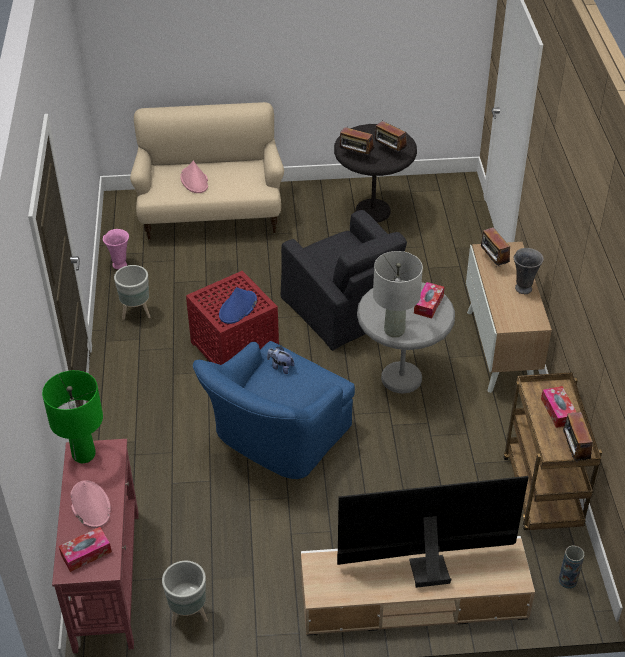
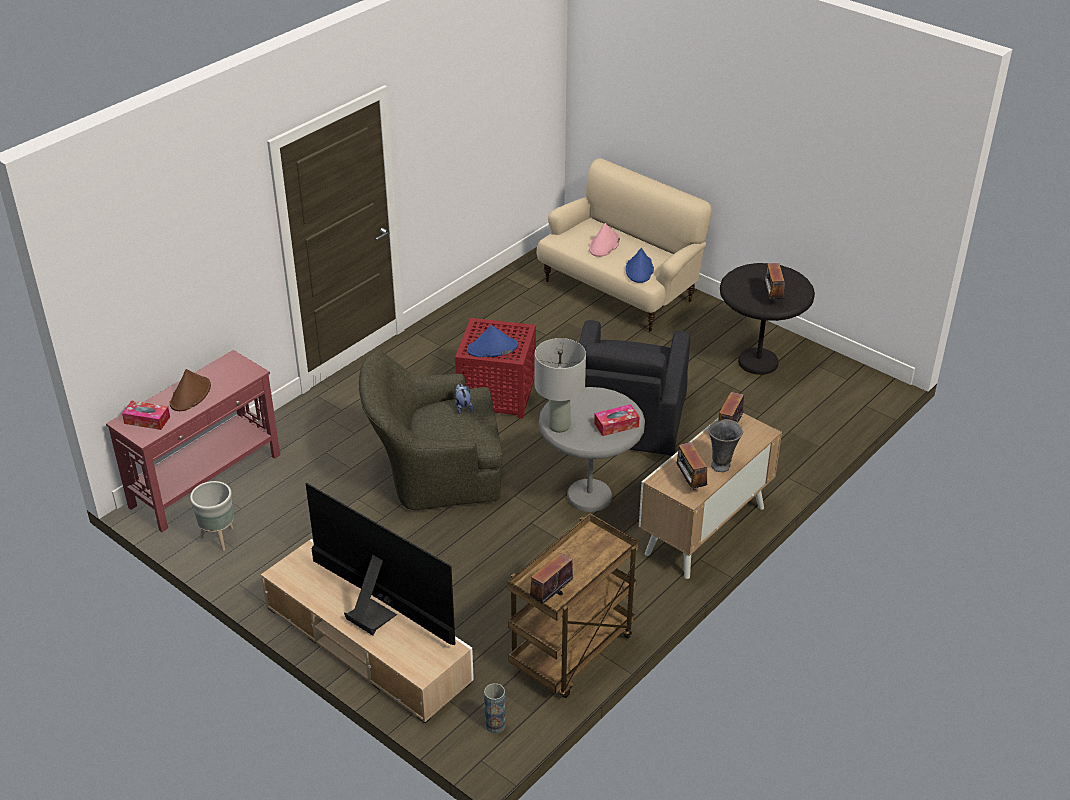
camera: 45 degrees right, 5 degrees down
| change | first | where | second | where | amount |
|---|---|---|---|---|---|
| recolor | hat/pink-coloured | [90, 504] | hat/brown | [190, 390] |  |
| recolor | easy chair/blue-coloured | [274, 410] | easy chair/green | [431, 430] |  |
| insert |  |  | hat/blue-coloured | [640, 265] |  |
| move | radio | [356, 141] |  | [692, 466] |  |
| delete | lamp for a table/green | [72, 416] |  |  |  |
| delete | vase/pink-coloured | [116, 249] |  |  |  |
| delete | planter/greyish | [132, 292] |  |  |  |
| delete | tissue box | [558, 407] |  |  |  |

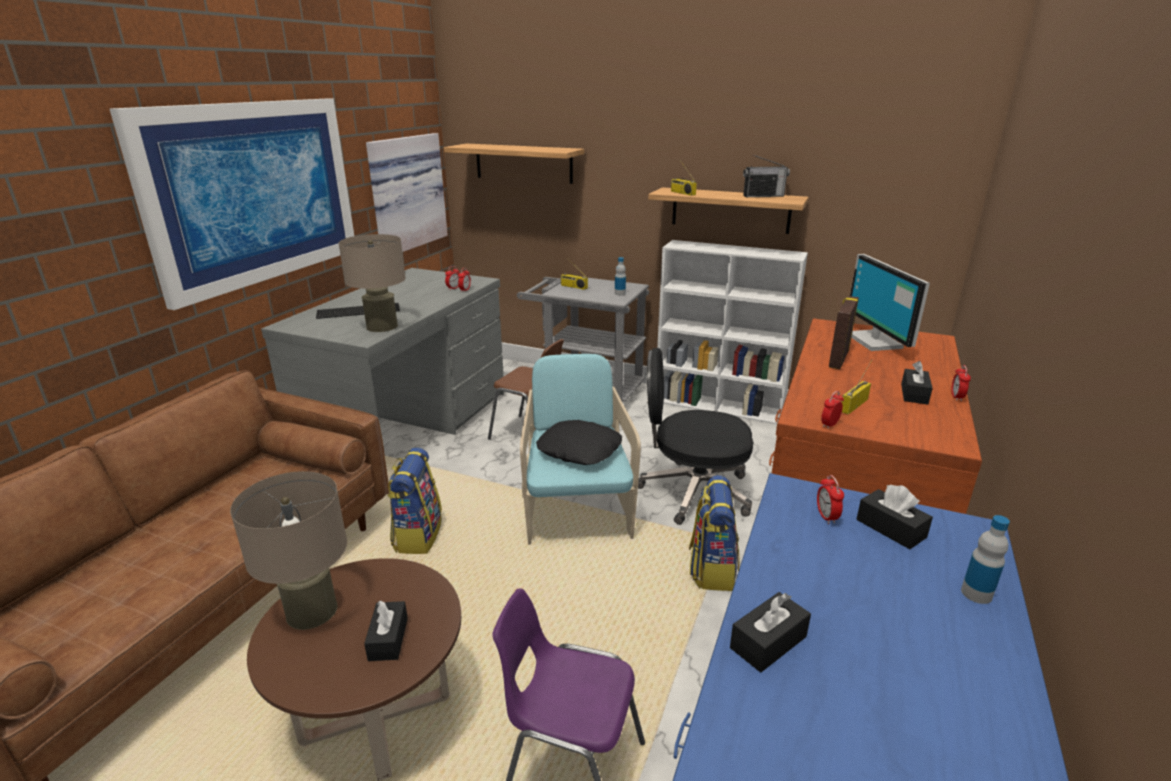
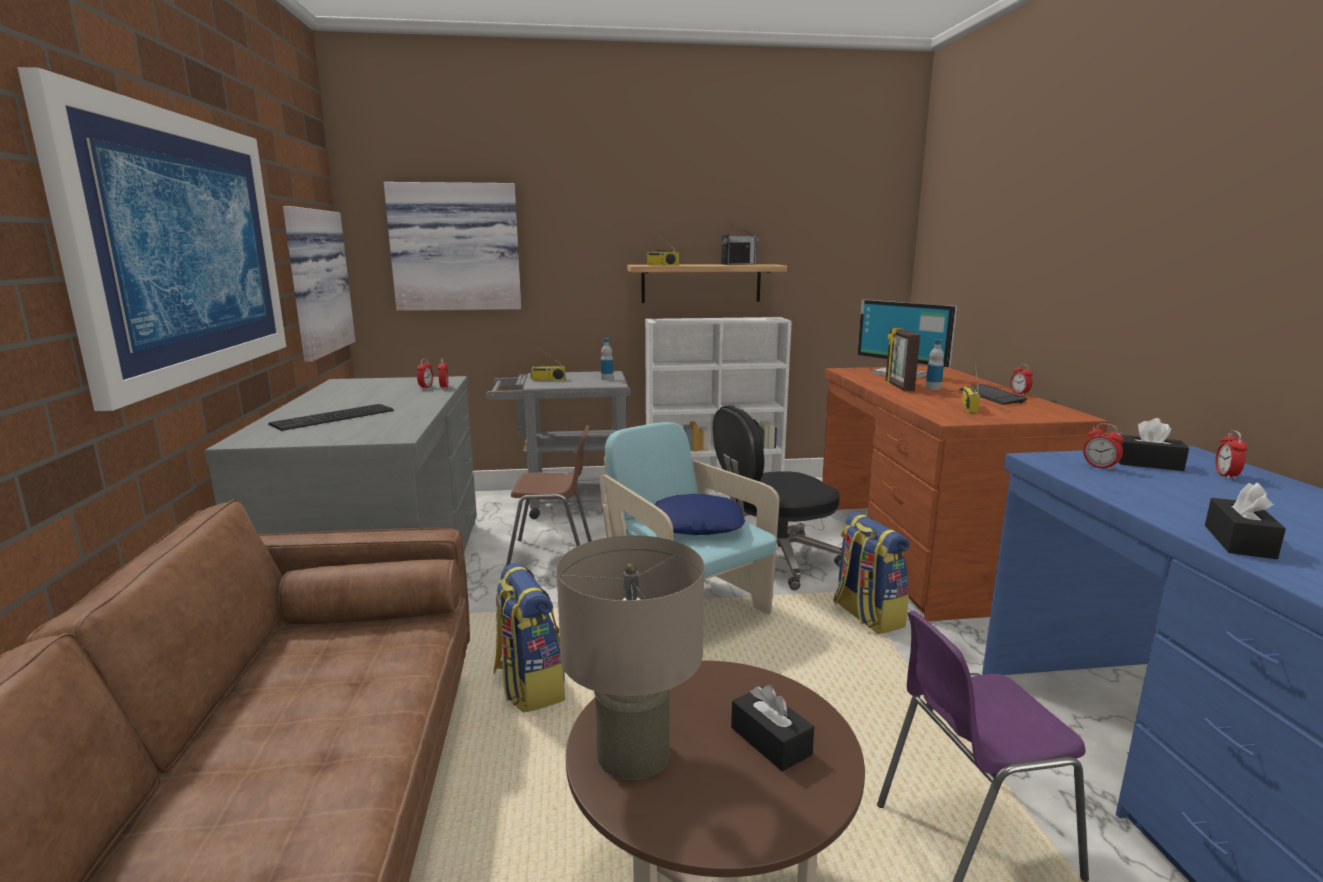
camera: 30 degrees left, 10 degrees down
| change | first | where | second | where | amount |
|---|---|---|---|---|---|
| replace | bracket shelf | [514, 164] | picture | [452, 246] |  |
| recolor | throw pillow/blackish | [579, 442] | throw pillow/blue-coloured | [700, 514] |  |
| move | drink bottle | [985, 559] |  | [935, 364] |  |
| replace | tissue box/blackish | [917, 382] | computer keyboard | [993, 394] |  |
| move | alarm clock | [832, 410] |  | [1231, 455] |  |
| delete | lamp for a table/sand-coloured | [372, 283] |  |  |  |

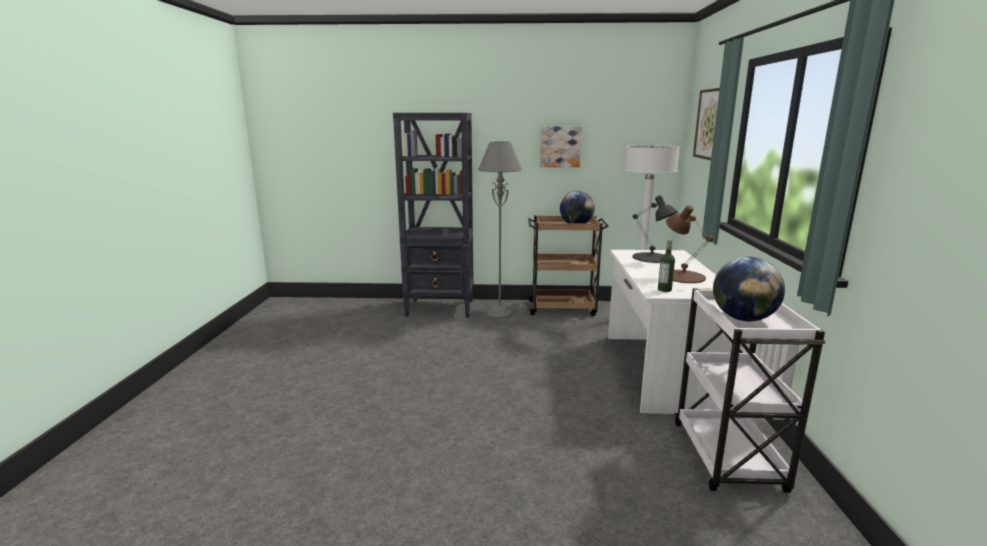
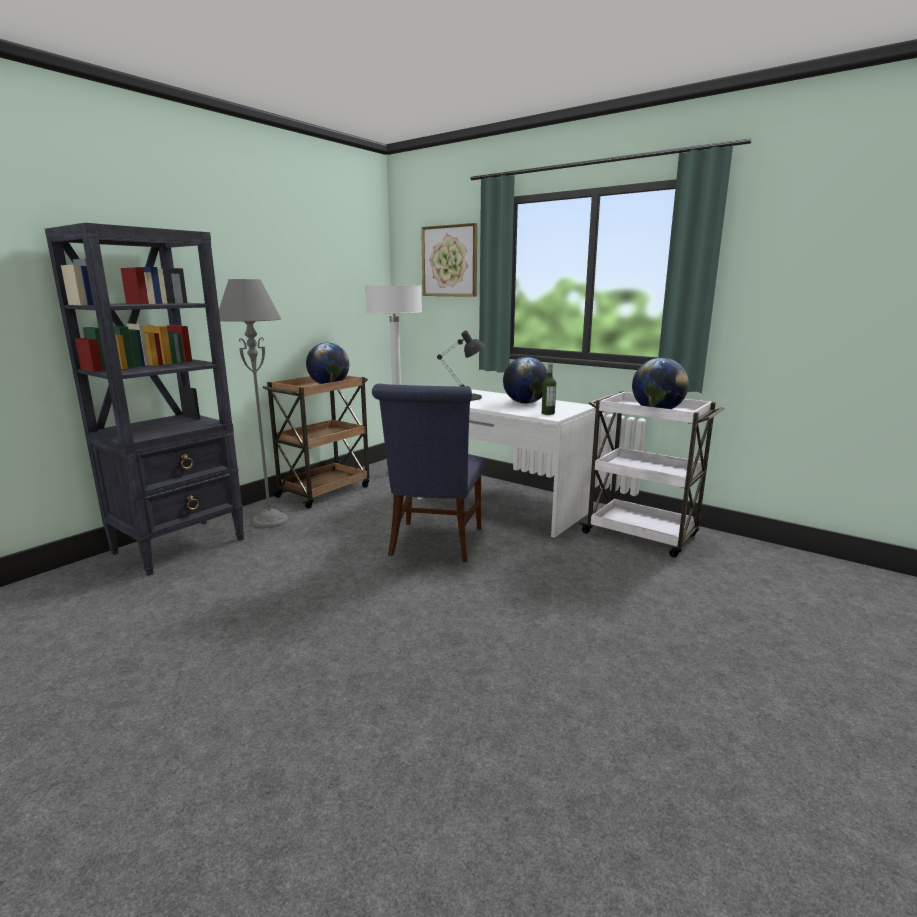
camera: 55 degrees left, 0 degrees up
| change | first | where | second | where | amount |
|---|---|---|---|---|---|
| insert |  |  | chair/blue-coloured | [428, 473] |  |
| replace | lamp for a table/brown | [689, 244] | globe | [525, 380] |  |
| delete | picture | [561, 146] |  |  |  |

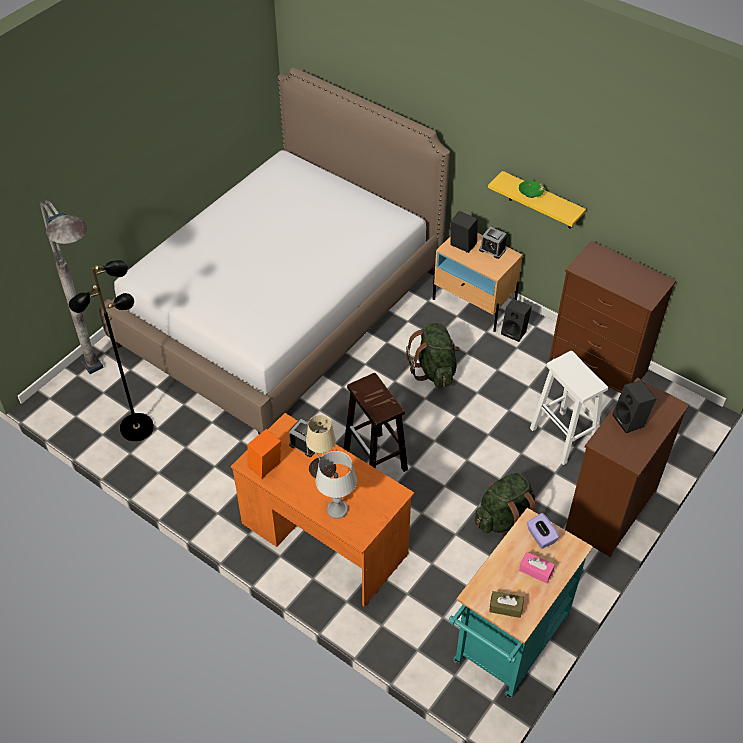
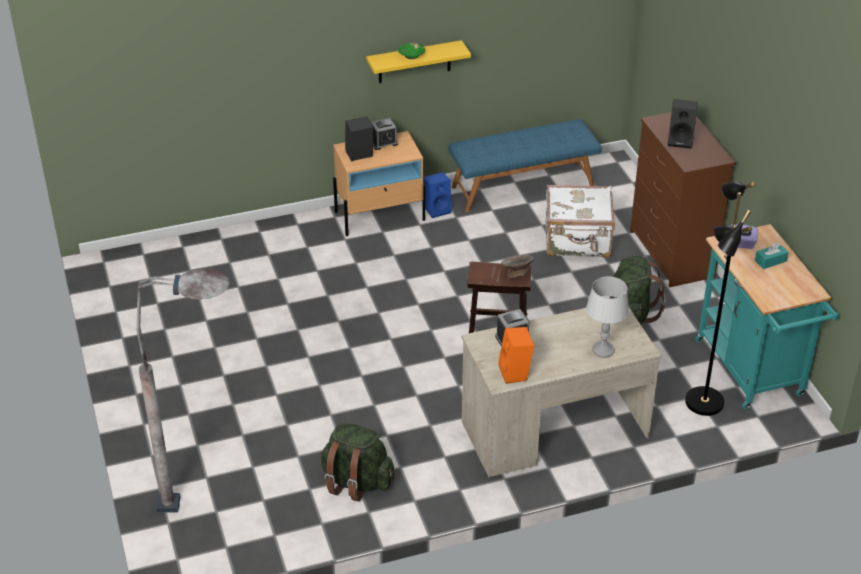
camera: 55 degrees left, 10 degrees down
| change | first | where | second | where | amount |
|---|---|---|---|---|---|
| move | backpack/green | [433, 355] |  | [358, 462] |  |
| recolor | audio speaker/blackish | [516, 320] | audio speaker/blue-coloured | [437, 195] |  |
| replace | chest of drawers/brown | [612, 317] | indoor bench/blue-coloured | [525, 165] |  |
| recolor | desk table/orange-coloured | [322, 510] | desk table/sand-coloured | [561, 392] |  |
| insert |  |  | serving bowl/greyish | [517, 266] |  |
| replace | stool/white-coloured | [569, 408] | piece of luggage/white-coloured | [580, 221] |  |
| move | standing lamp/blackish | [111, 350] |  | [720, 298] |  |
| recolor | tissue box/pink-coloured | [537, 567] | tissue box/turquoise-coloured | [772, 255] |  |
| delete | sleeping bed | [274, 250] |  |  |  |
| delete | lamp for a table/sand-coloured | [321, 446] |  |  |  |
| delete | tissue box/brown | [506, 604] |  |  |  |

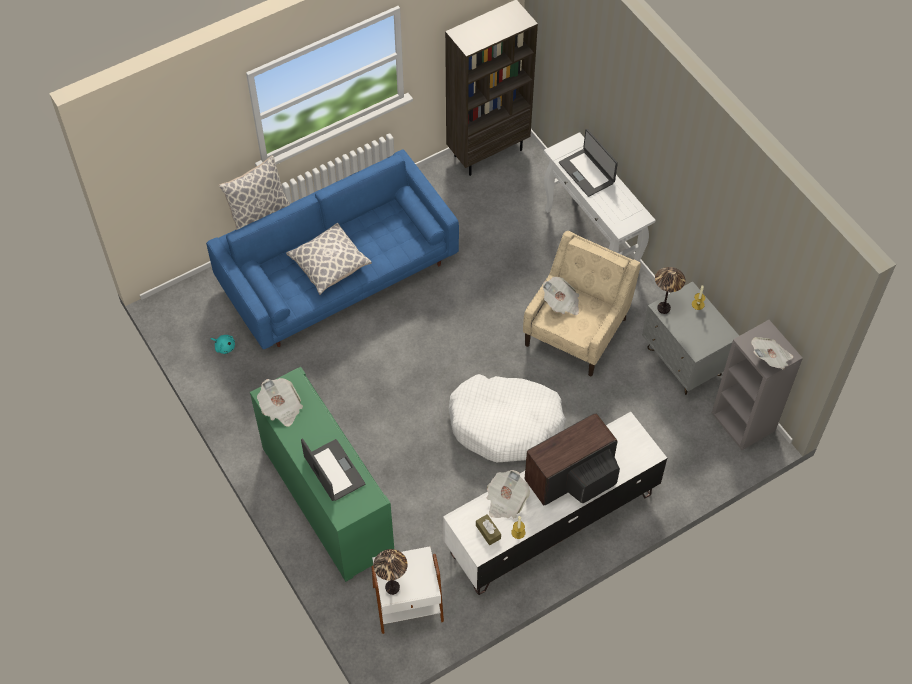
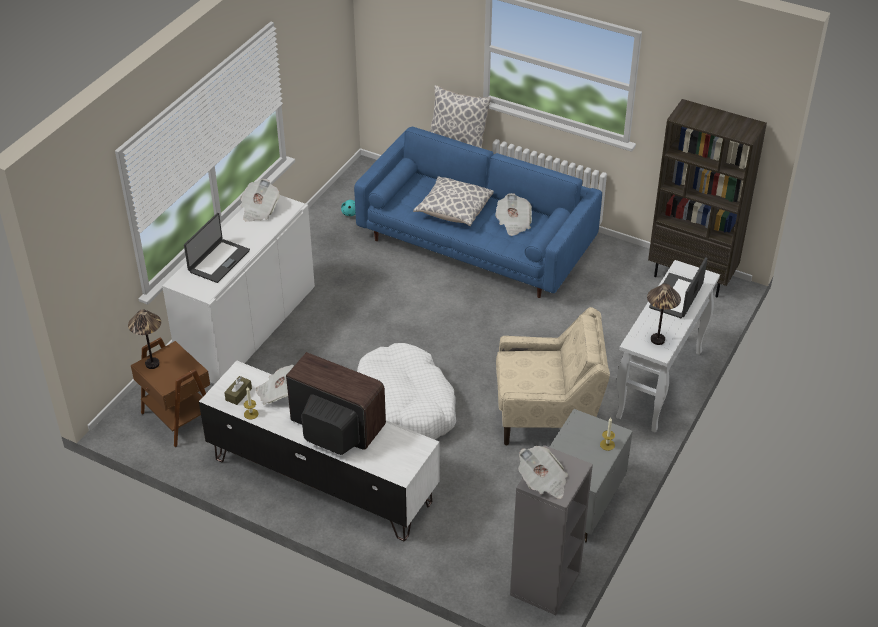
camera: 60 degrees right, 15 degrees down
| change | first | where | second | where | amount |
|---|---|---|---|---|---|
| recolor | accent table/white-coloured | [408, 590] | accent table/brown | [170, 392] |  |
| recolor | storage cabinet/green | [322, 474] | storage cabinet/white-coloured | [238, 290] |  |
| move | printed paper | [561, 296] |  | [513, 214] |  |
| move | lamp for a table | [670, 290] |  | [664, 314] |  |

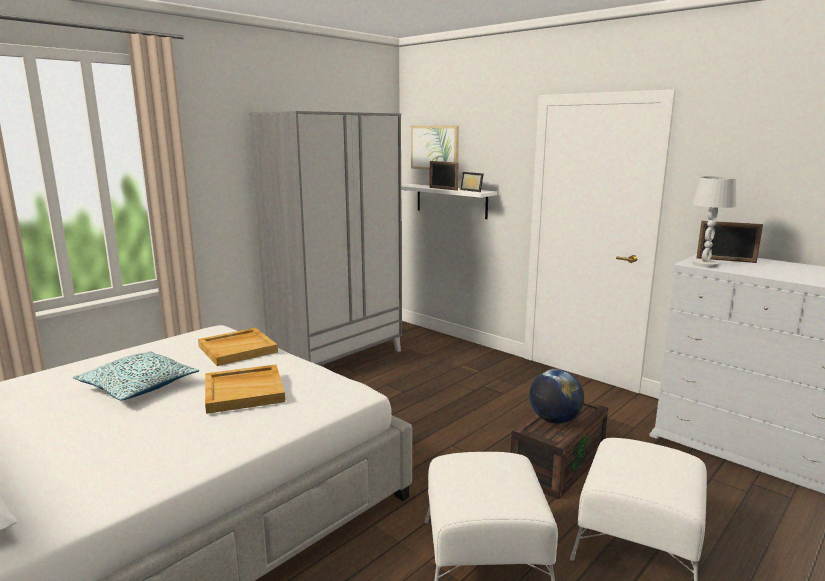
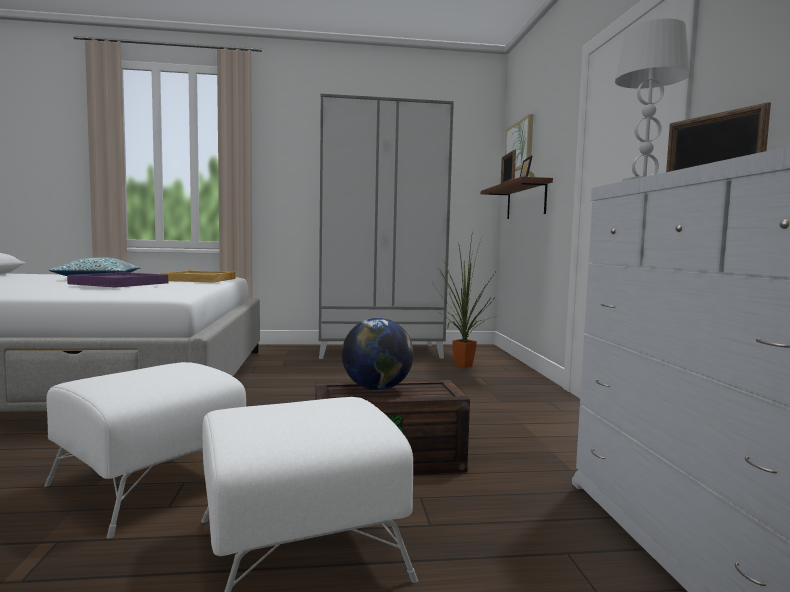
camera: 40 degrees right, 10 degrees down
| change | first | where | second | where | amount |
|---|---|---|---|---|---|
| recolor | carrying tray/sand-coloured | [245, 389] | carrying tray/purplish | [117, 280] |  |
| insert |  |  | houseplant | [465, 299] |  |
| recolor | bracket shelf/white-coloured | [449, 201] | bracket shelf/brown | [517, 198] |  |

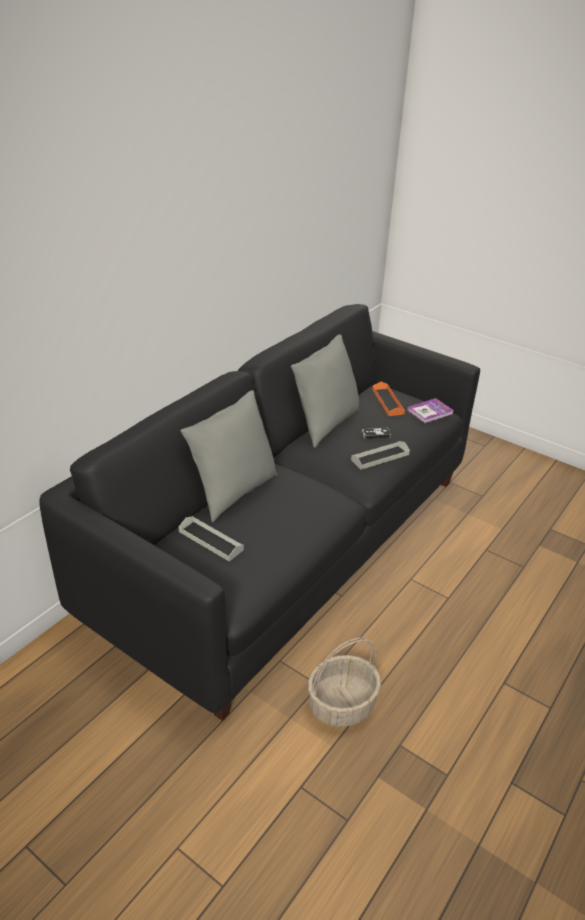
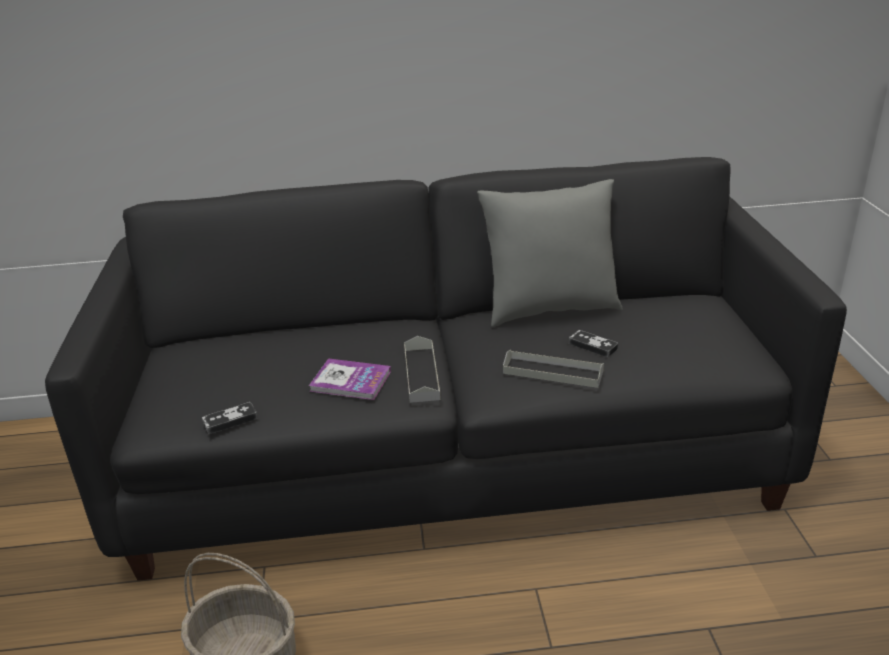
camera: 50 degrees right, 5 degrees down
| change | first | where | second | where | amount |
|---|---|---|---|---|---|
| insert |  |  | gamepad | [230, 418] |  |
| move | book | [430, 410] |  | [350, 379] |  |
| move | carrying tray/greyish | [211, 539] |  | [422, 369] |  |
| delete | throw pillow/greyish | [228, 456] |  |  |  |
| delete | carrying tray/orange-coloured | [389, 399] |  |  |  |

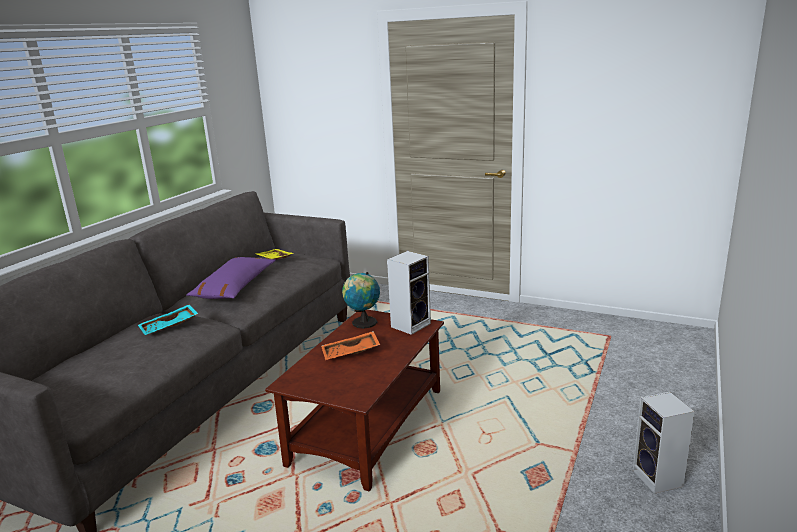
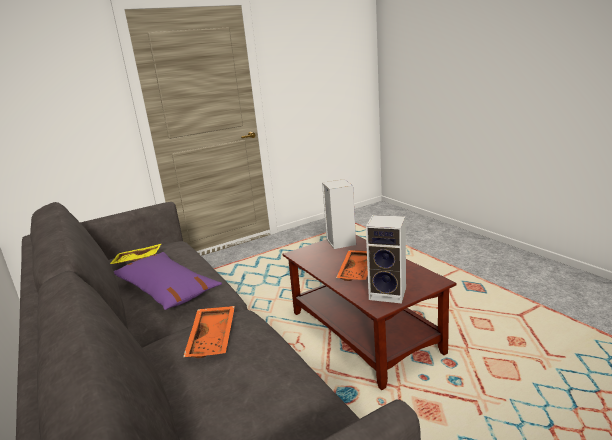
camera: 55 degrees left, 0 degrees up
| change | first | where | second | where | amount |
|---|---|---|---|---|---|
| recolor | carrying tray/turquoise-coloured | [168, 319] | carrying tray/orange-coloured | [209, 332] |  |
| move | audio speaker | [664, 443] |  | [386, 259] |  |
| delete | globe | [361, 300] |  |  |  |

